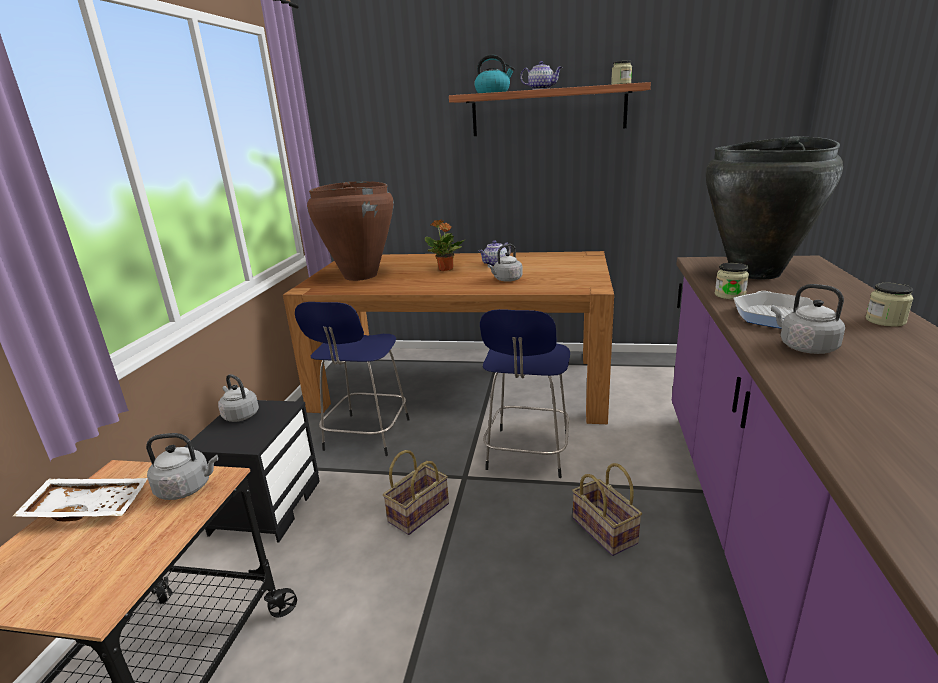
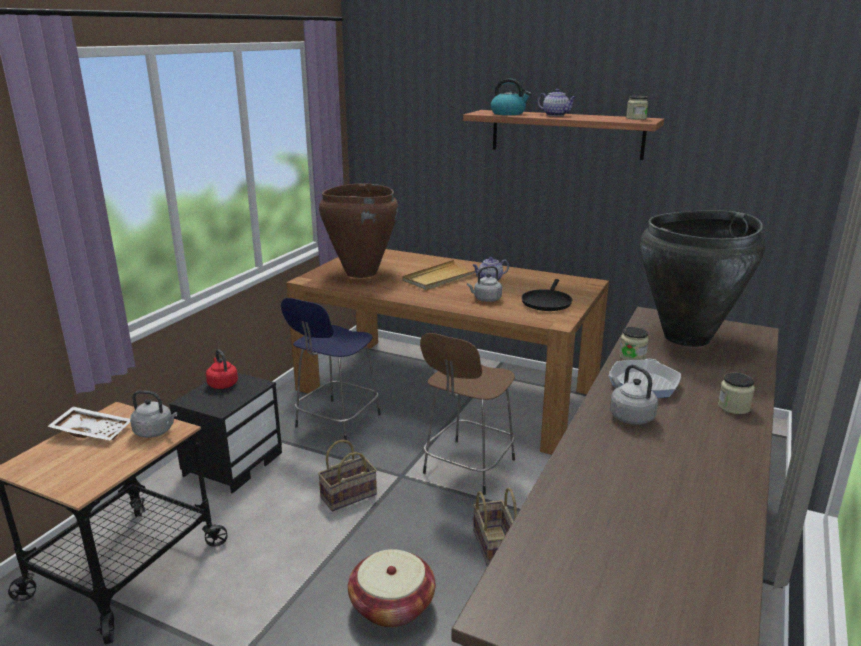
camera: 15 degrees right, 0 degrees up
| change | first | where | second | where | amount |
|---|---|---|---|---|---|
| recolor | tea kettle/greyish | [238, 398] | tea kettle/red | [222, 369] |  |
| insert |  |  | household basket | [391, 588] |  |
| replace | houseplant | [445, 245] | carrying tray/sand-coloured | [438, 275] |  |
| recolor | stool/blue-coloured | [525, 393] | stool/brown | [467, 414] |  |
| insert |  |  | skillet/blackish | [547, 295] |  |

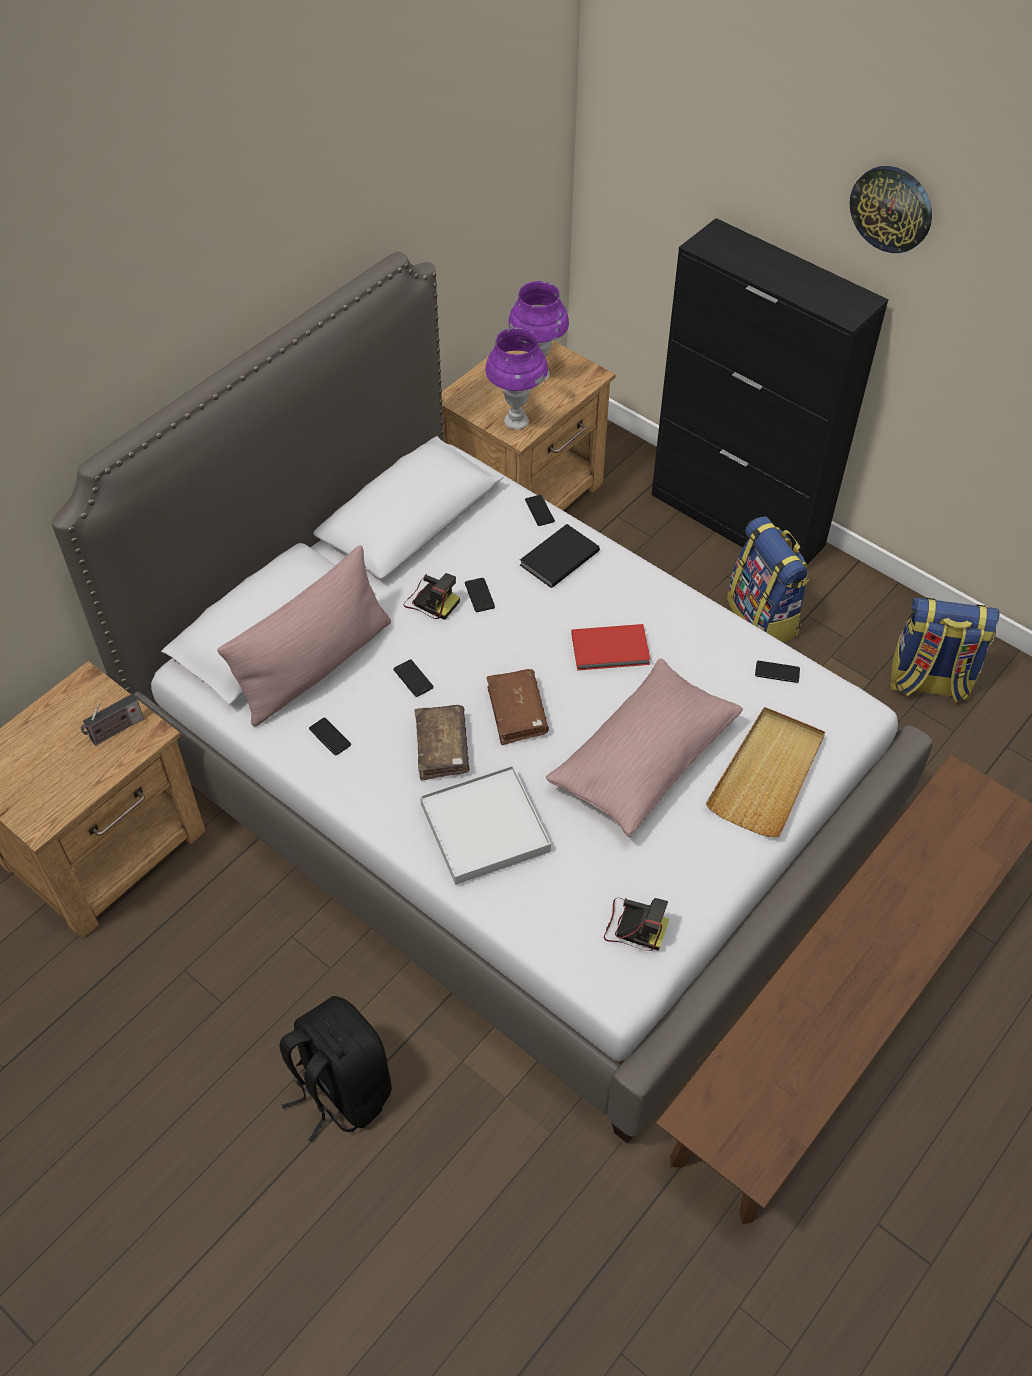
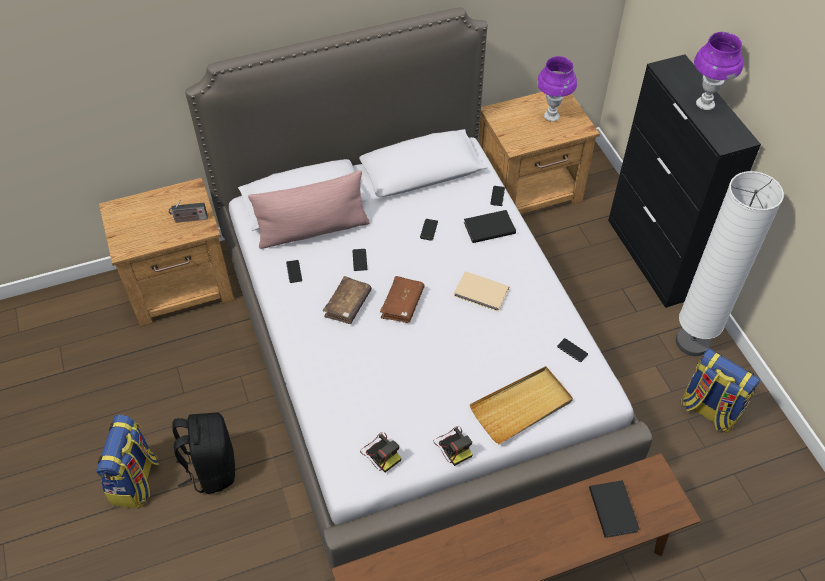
camera: 30 degrees right, 0 degrees up
| change | first | where | second | where | amount |
|---|---|---|---|---|---|
| move | backpack | [768, 579] |  | [127, 461] |  |
| move | photo camera | [431, 596] |  | [453, 446] |  |
| recolor | book/red | [611, 647] | book/sand-coloured | [481, 291] |  |
| insert |  |  | book/blackish | [614, 509] |  |
| insert |  |  | standing lamp/white-coloured | [730, 263] |  |
| move | lamp for a table/purplish | [516, 378] |  | [718, 71] |  |
| delete | carrying tray/white-coloured | [485, 825] |  |  |  |
| delete | throw pillow/pink-coloured | [644, 747] |  |  |  |
| delete | clock on the wall | [891, 209] |  |  |  |

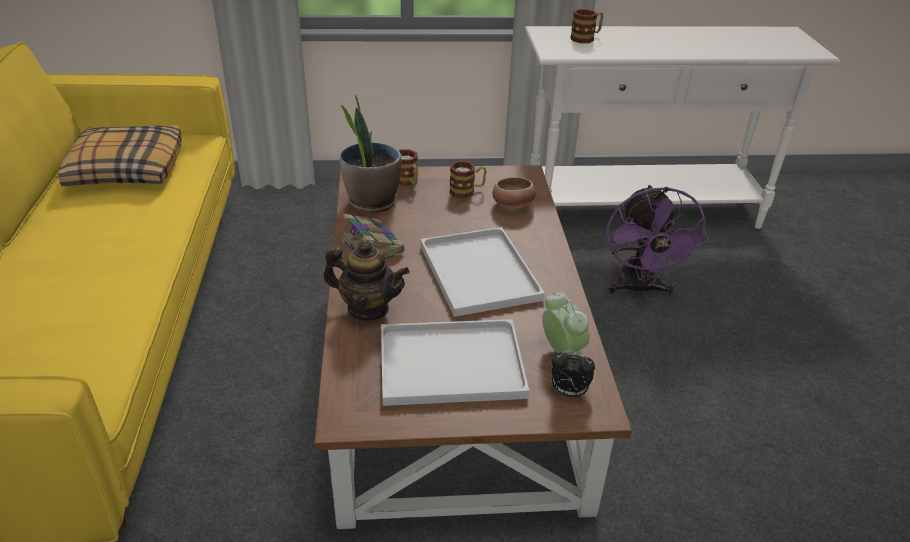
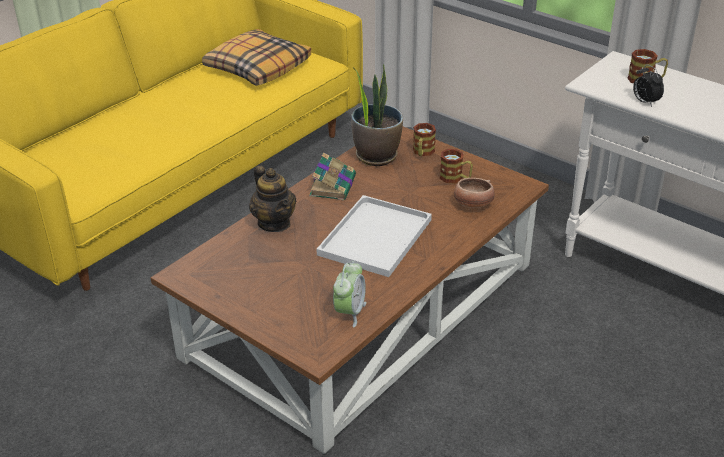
camera: 45 degrees right, 0 degrees up
| change | first | where | second | where | amount |
|---|---|---|---|---|---|
| move | alarm clock | [573, 373] |  | [648, 85] |  |
| delete | carrying tray/white-coloured | [455, 362] |  |  |  |
| delete | electric fan/purplish | [657, 241] |  |  |  |

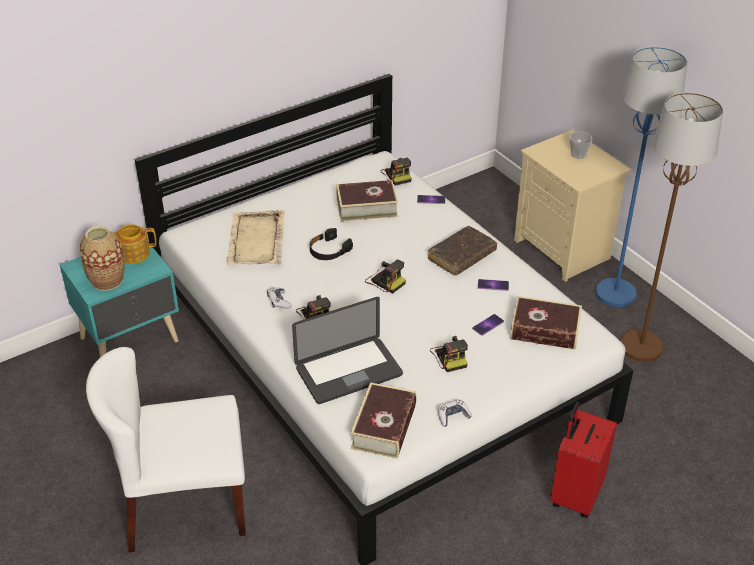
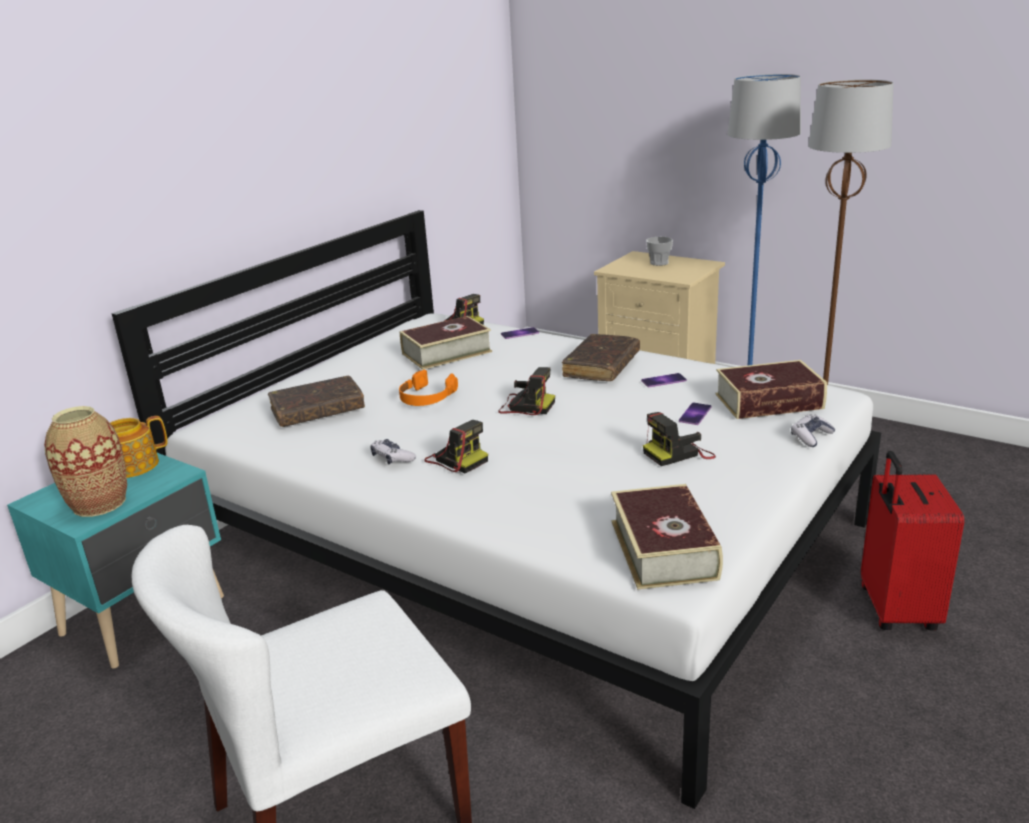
camera: 20 degrees left, 15 degrees down
| change | first | where | second | where | amount |
|---|---|---|---|---|---|
| replace | carrying tray/sand-coloured | [256, 237] | book/brown | [316, 401] |  |
| recolor | headset/blackish | [331, 244] | headset/orange-coloured | [428, 388] |  |
| rotate | photo camera | [449, 354] |  | [679, 439] | 105 degrees clockwise |
| move | gamepad | [455, 413] |  | [813, 430] |  |
| delete | portable computer | [347, 350] |  |  |  |

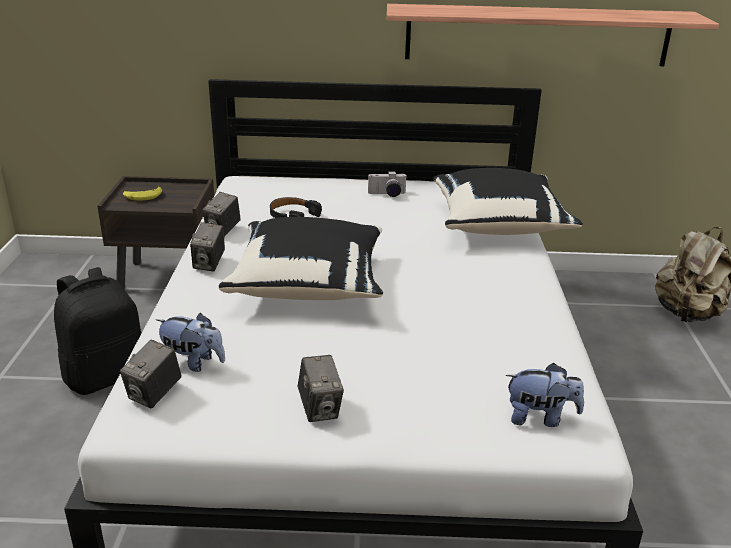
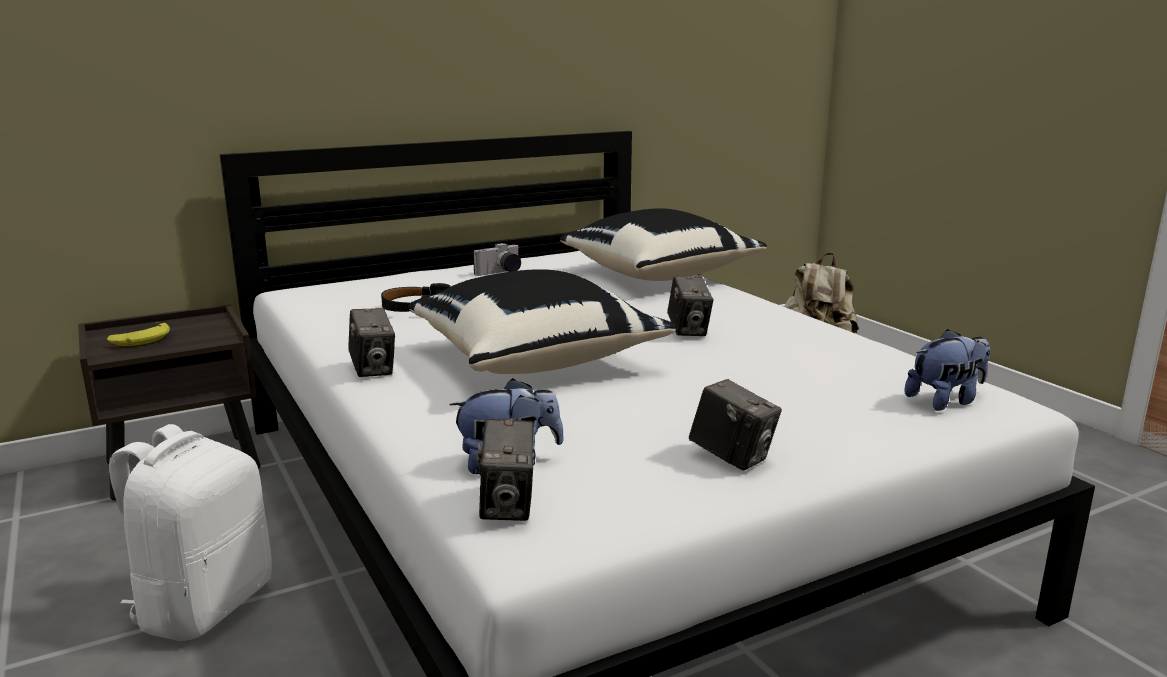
camera: 30 degrees left, 10 degrees down
| change | first | where | second | where | amount |
|---|---|---|---|---|---|
| recolor | backpack/blackish | [97, 331] | backpack/white-coloured | [190, 532] |  |
| move | photo camera | [222, 214] |  | [690, 306] |  |
| delete | bracket shelf | [553, 35] |  |  |  |

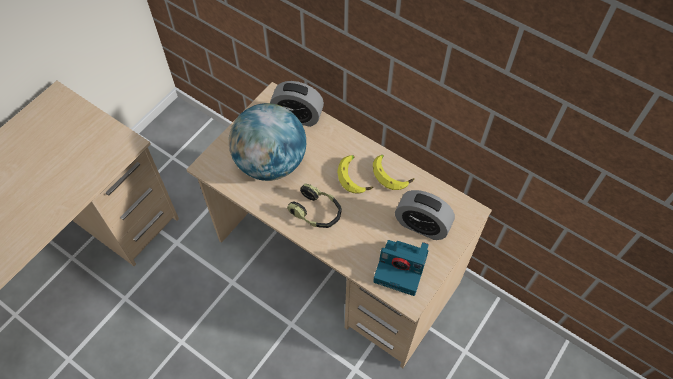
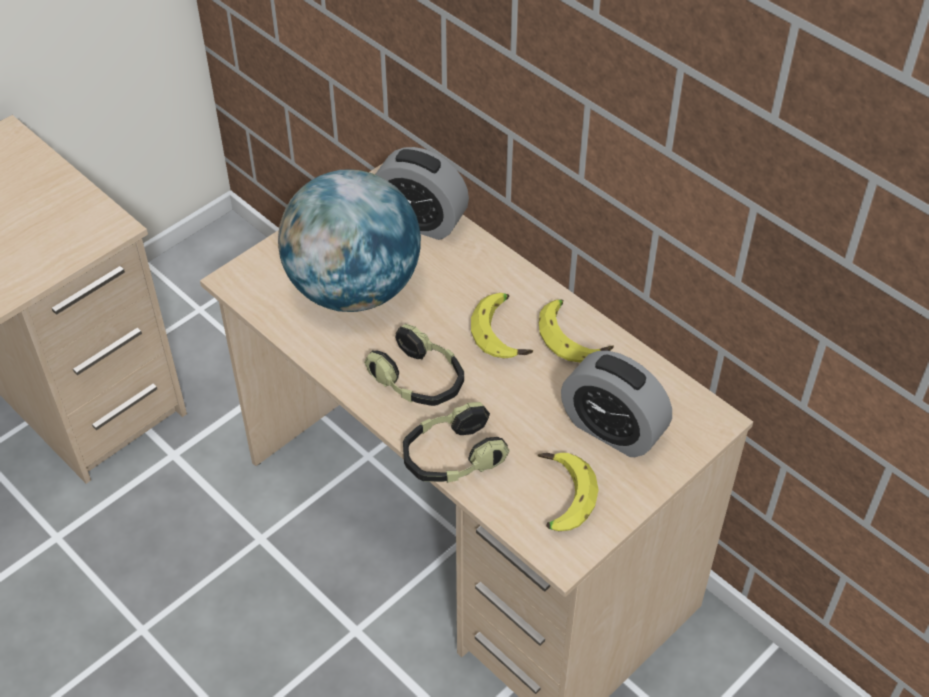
camera: 10 degrees right, 10 degrees down
| change | first | where | second | where | amount |
|---|---|---|---|---|---|
| insert |  |  | headset | [456, 442] |  |
| replace | photo camera | [401, 268] | whole banana | [568, 492] |  |

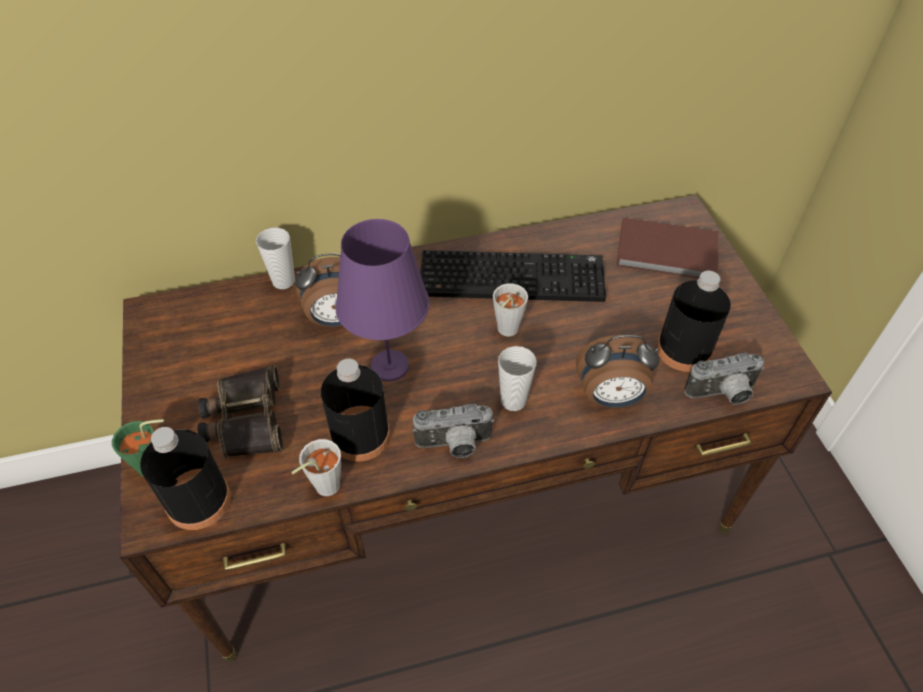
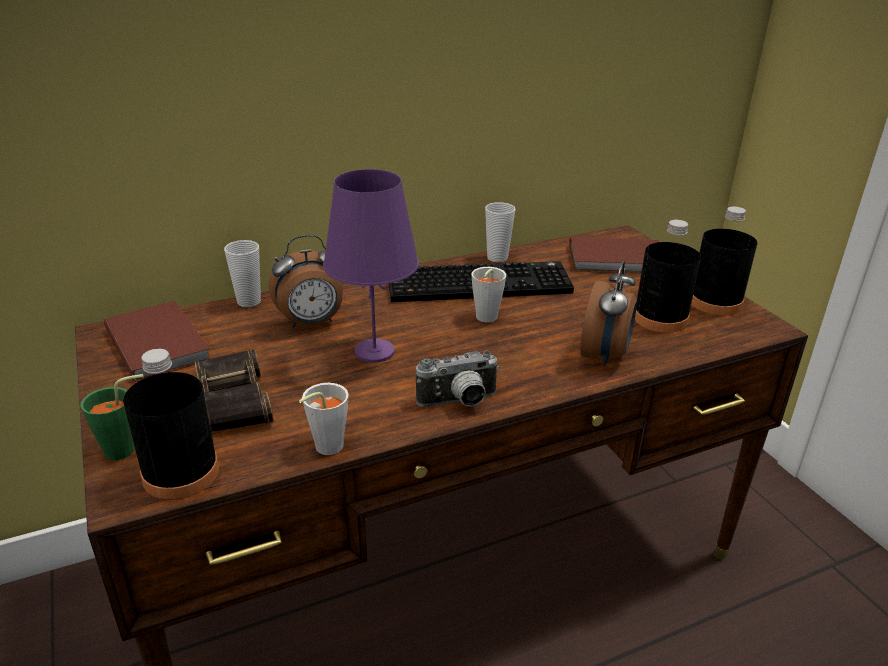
camera: 10 degrees left, 20 degrees down
| change | first | where | second | where | amount |
|---|---|---|---|---|---|
| insert |  |  | book/brown | [157, 341] |  |
| move | cup | [517, 378] |  | [500, 232] |  |
| rotate | alarm clock | [618, 371] |  | [608, 313] | 60 degrees counterclockwise |
| move | drink bottle/blackish | [355, 410] |  | [724, 261] |  |
| delete | photo camera | [724, 379] |  |  |  |

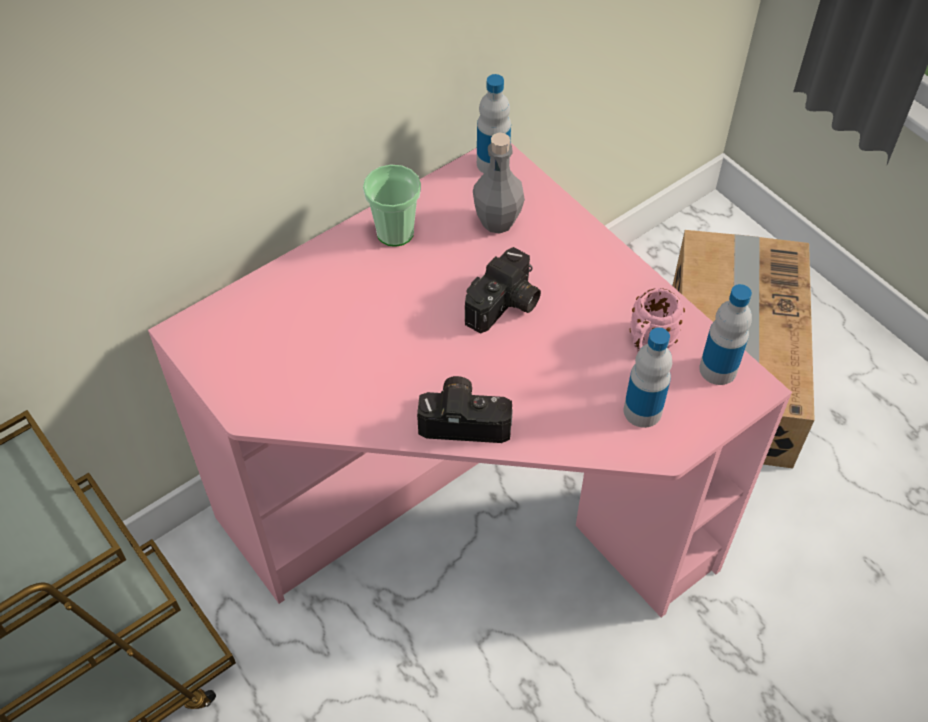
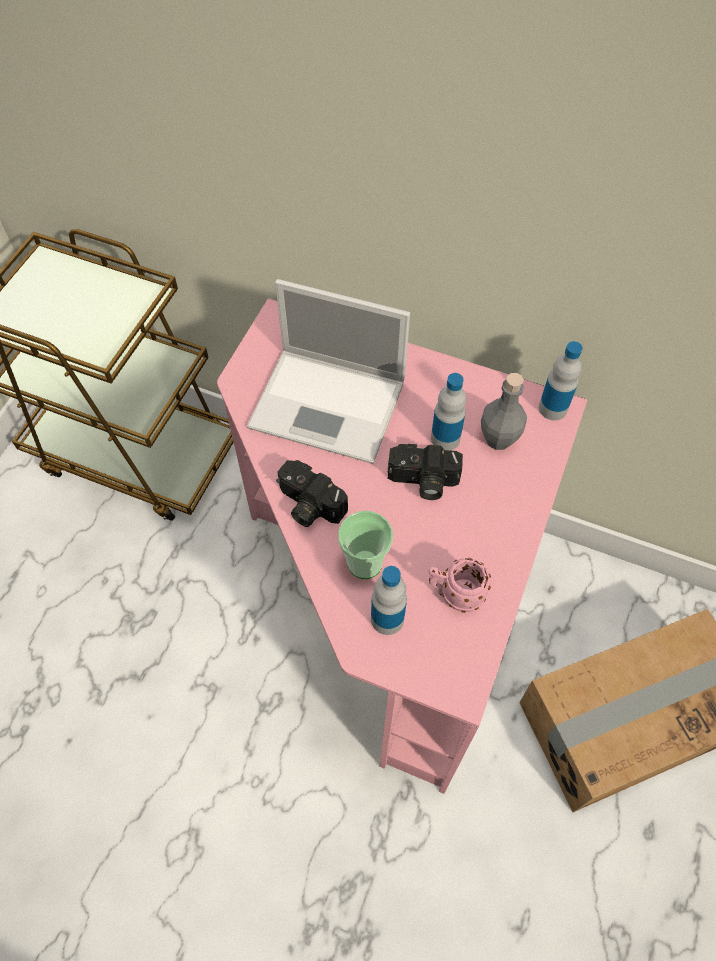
camera: 60 degrees right, 5 degrees up
| change | first | where | second | where | amount |
|---|---|---|---|---|---|
| insert |  |  | portable computer | [328, 371] |  |
| rotate | photo camera | [465, 409] |  | [312, 493] | 150 degrees clockwise |
| move | cup | [392, 206] |  | [365, 545] |  |
| move | drink bottle | [725, 334] |  | [448, 412] |  |

